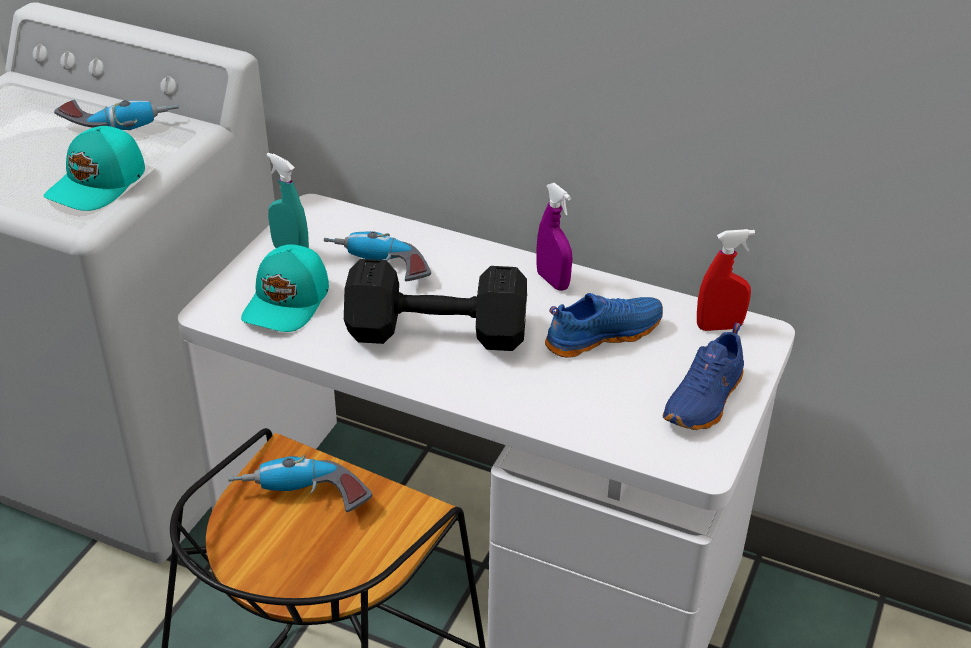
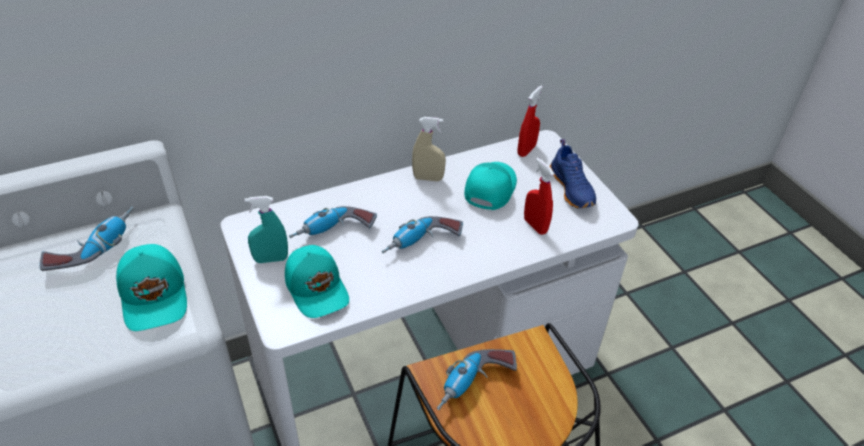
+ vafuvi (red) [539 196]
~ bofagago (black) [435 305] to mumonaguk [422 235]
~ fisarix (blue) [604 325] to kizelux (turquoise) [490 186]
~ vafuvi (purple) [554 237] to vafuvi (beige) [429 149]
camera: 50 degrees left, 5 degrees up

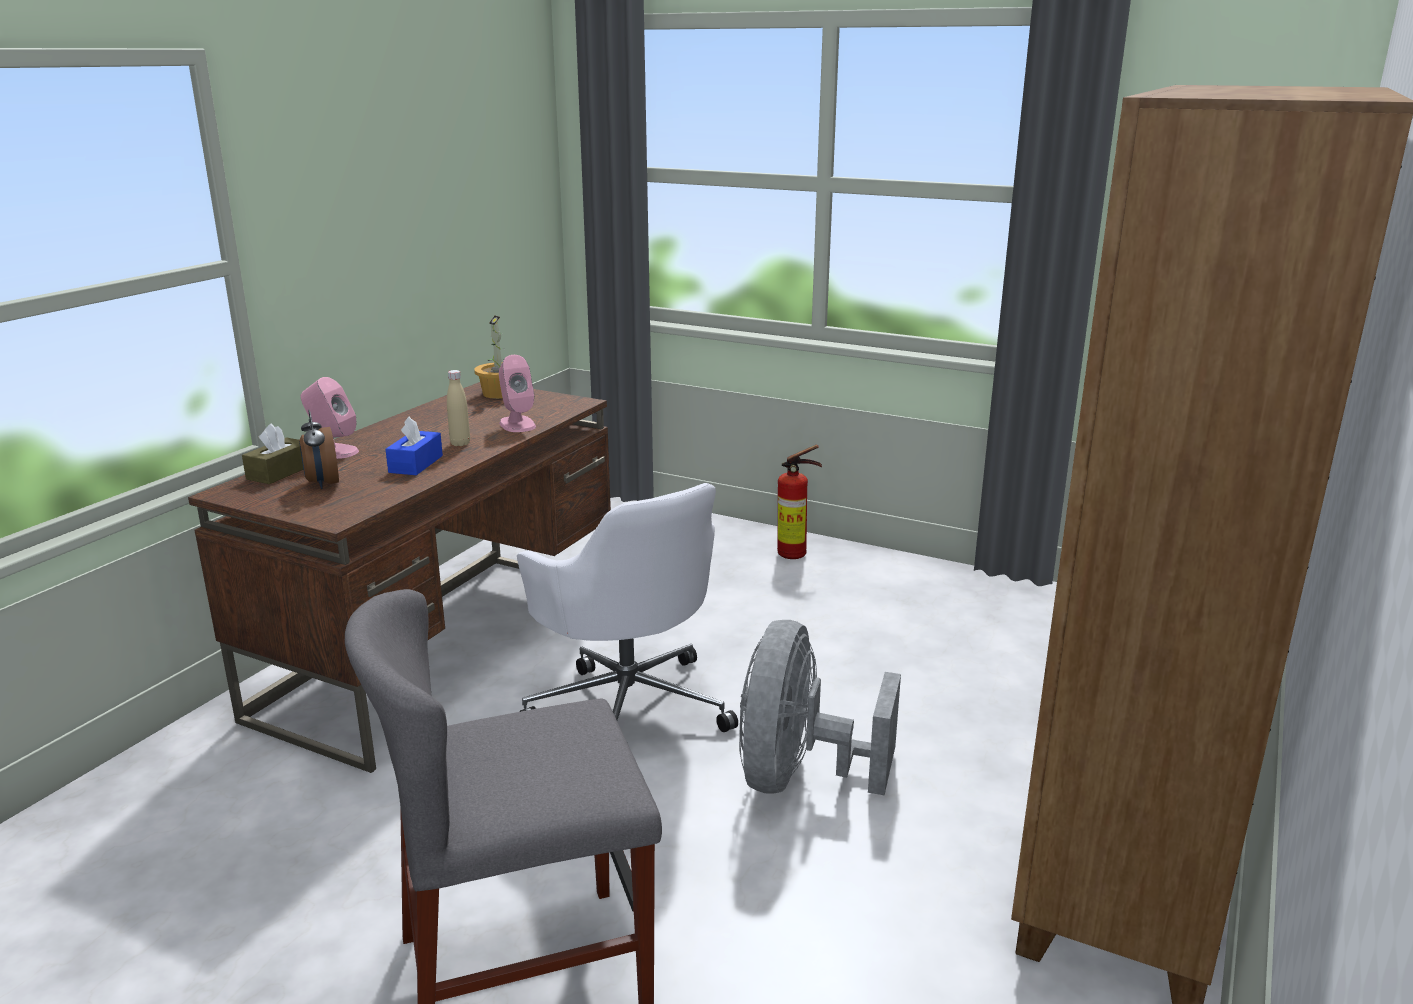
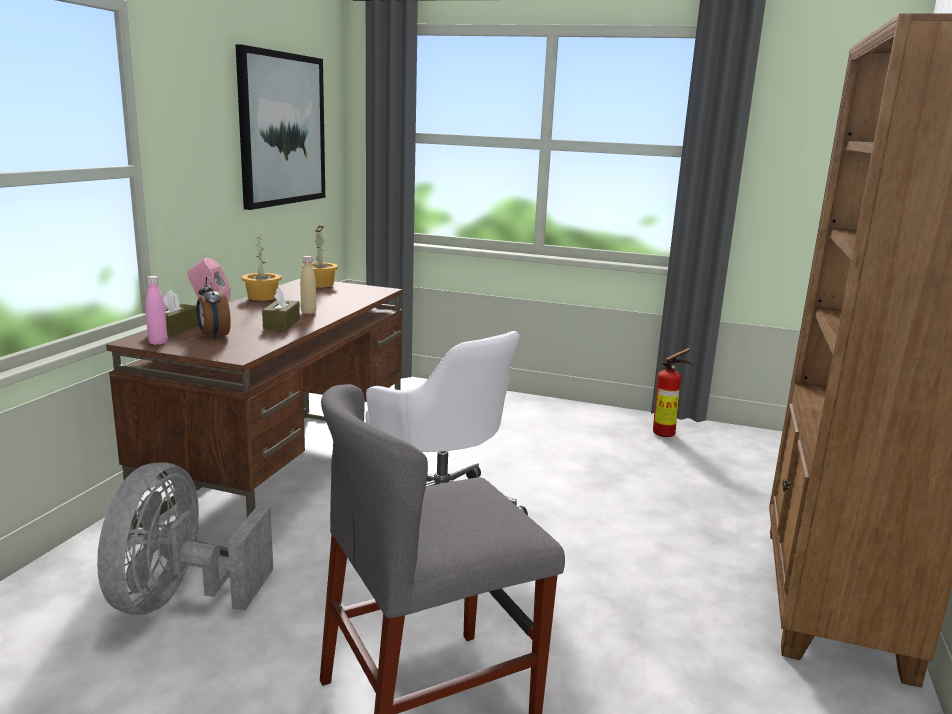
- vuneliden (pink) [517 393]
+ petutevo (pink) [156 310]
+ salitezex [280 127]
+ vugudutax [261 267]
~ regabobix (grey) [820 707] to [185 538]
~ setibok [799 501] to [673 392]
~ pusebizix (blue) [414 446] to pusebizix (brown) [281 309]
camera: 10 degrees left, 5 degrees down

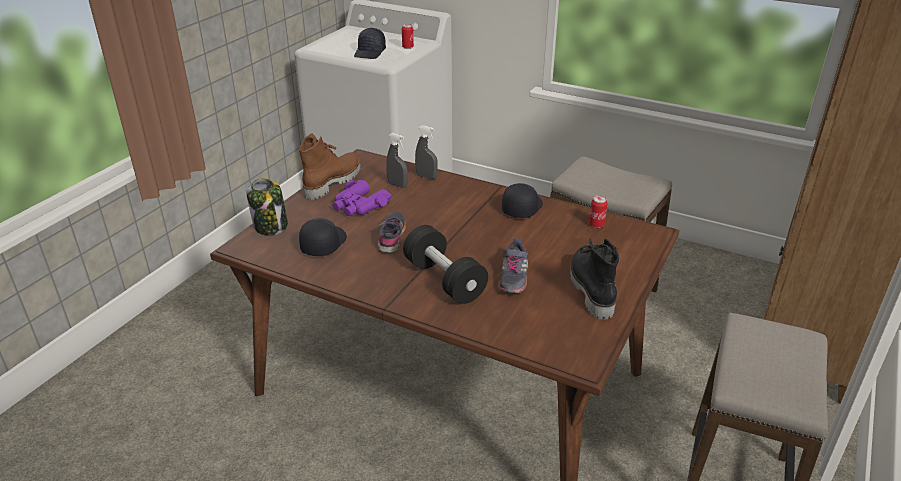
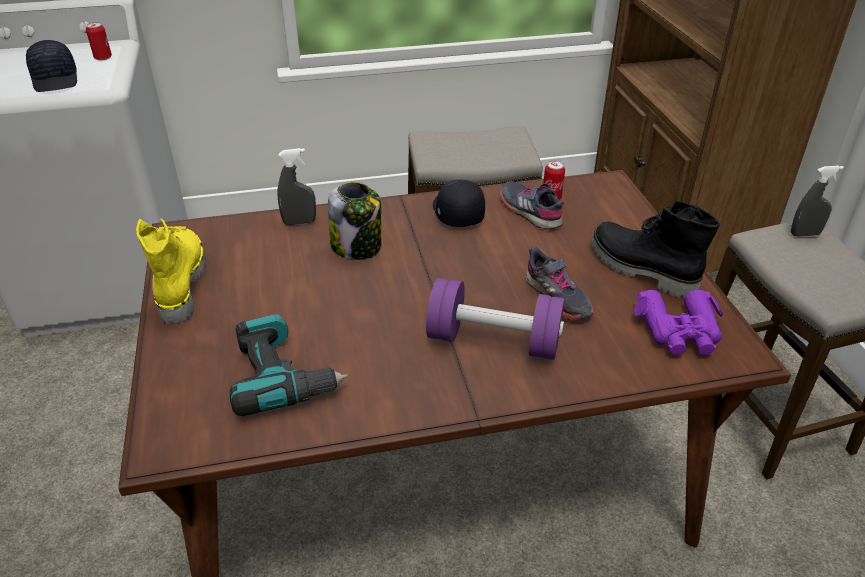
~ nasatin [267 207] to [355 221]
~ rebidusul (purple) [361 198] to [678 322]
~ fisarix (grey) [392 232] to [532 205]
~ vafuvi (grey) [397 160] to [817 201]
~ kizelux (black) [323 237] to mumonaguk [288 365]
~ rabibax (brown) [330 166] to rabibax (yellow) [171 271]
~ bofagago (black) [445 264] to bofagago (purple) [495 319]
camera: 40 degrees left, 5 degrees up

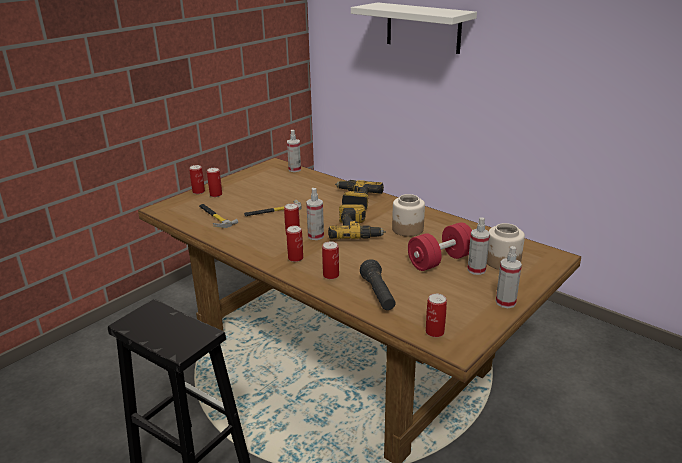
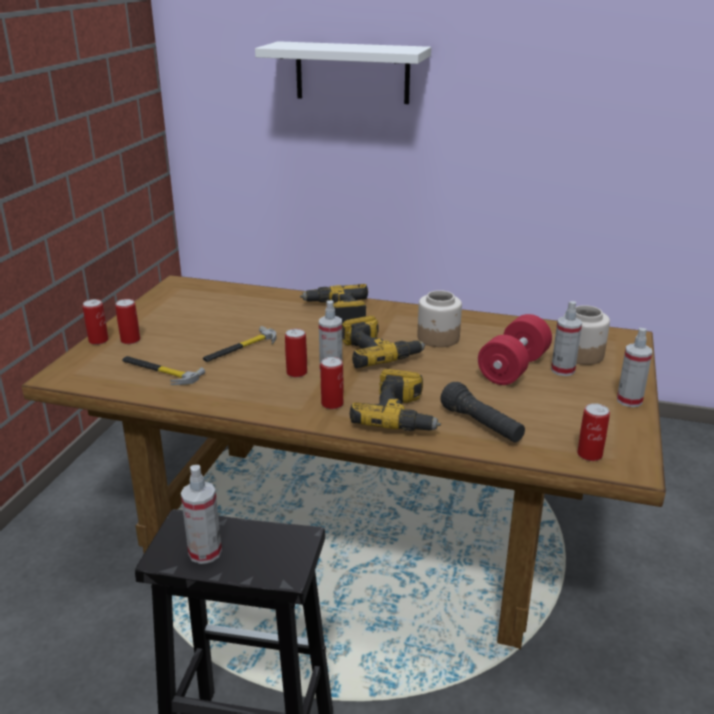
~ vafuvi [294 151] to [201 514]
~ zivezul [330 260] to mumonaguk [395 400]
camera: 25 degrees left, 0 degrees up

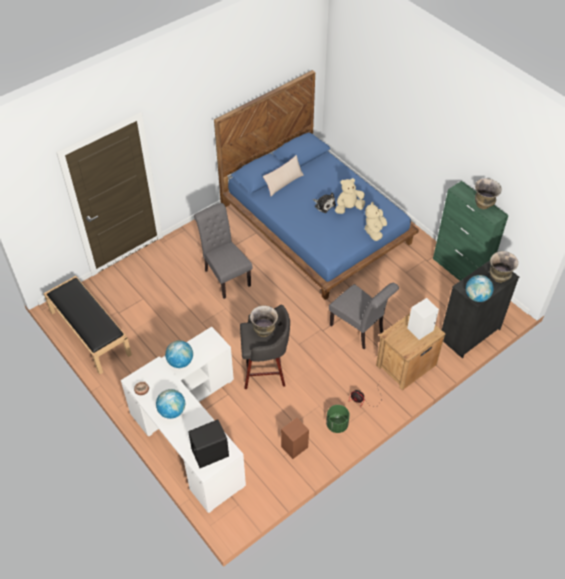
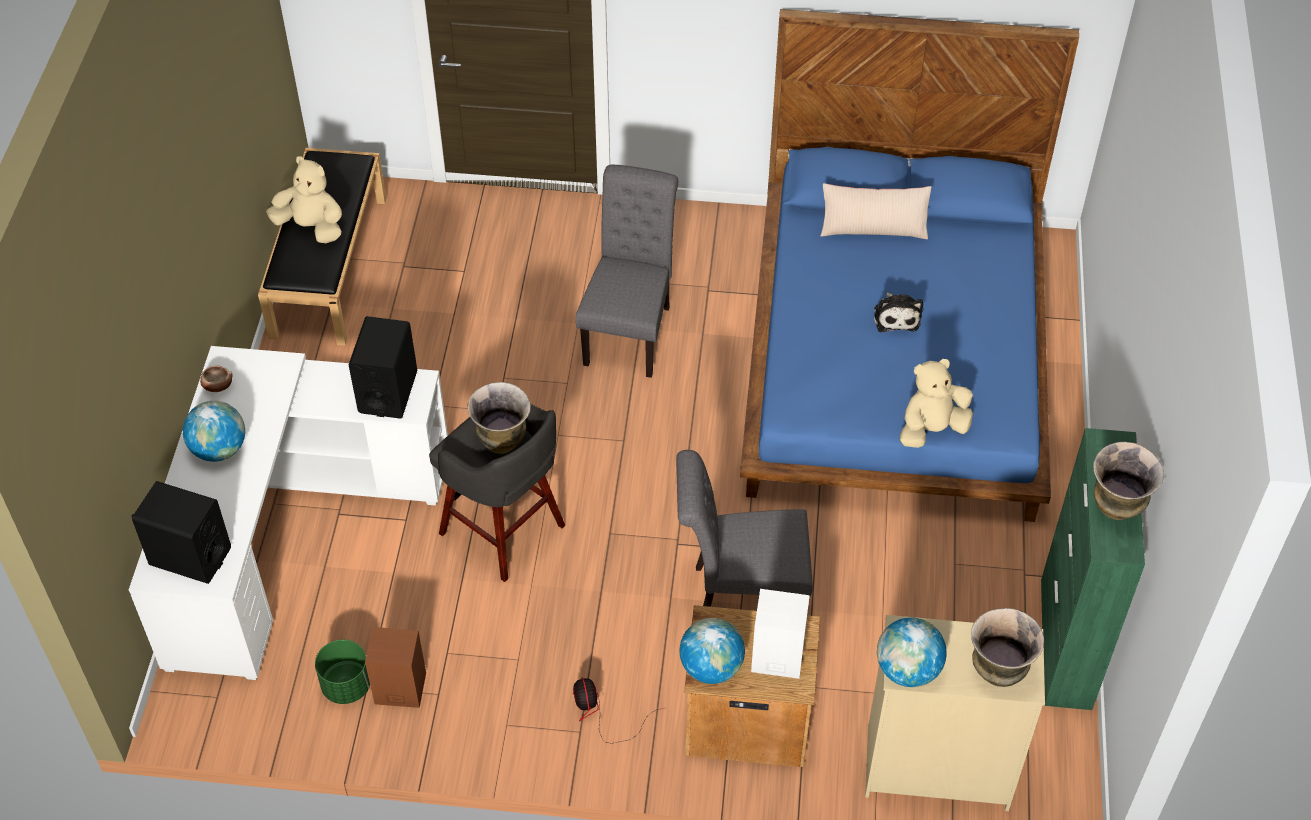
+ vuneliden (black) [383 367]
~ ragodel [179 354] to [712 651]
~ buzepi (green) [338 419] to [342 671]
~ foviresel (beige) [350 196] to [304 199]
~ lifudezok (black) [480 309] to lifudezok (beige) [955 713]
~ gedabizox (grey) [364 316] = [744 528] 90 degrees clockwise
camera: 45 degrees right, 0 degrees up

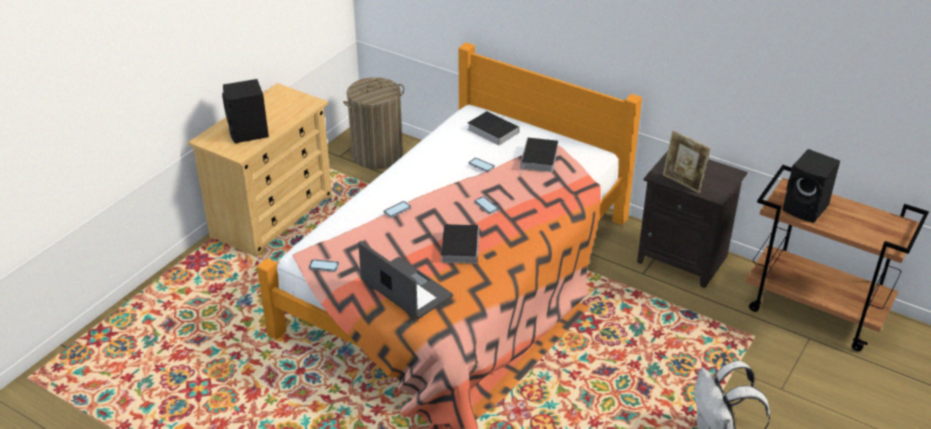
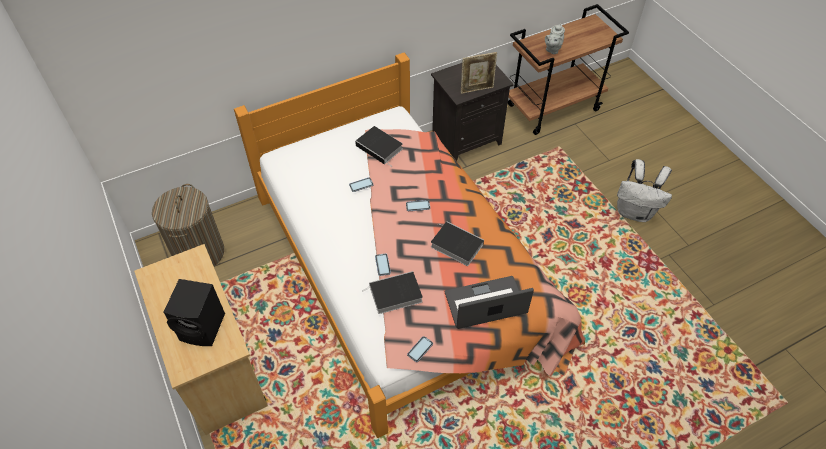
~ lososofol [493 128] to [392 292]
~ vuneliden (black) [811 186] to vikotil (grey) [555 38]
camera: 60 degrees left, 15 degrees up

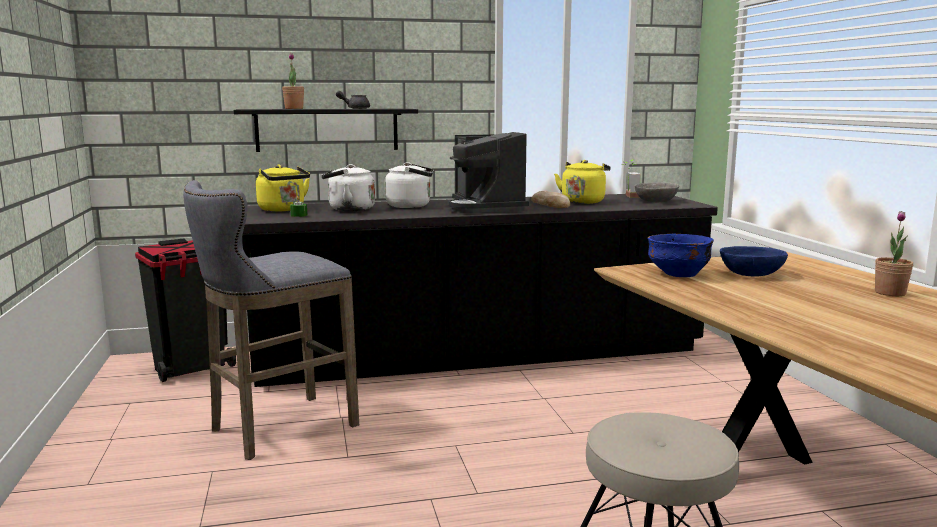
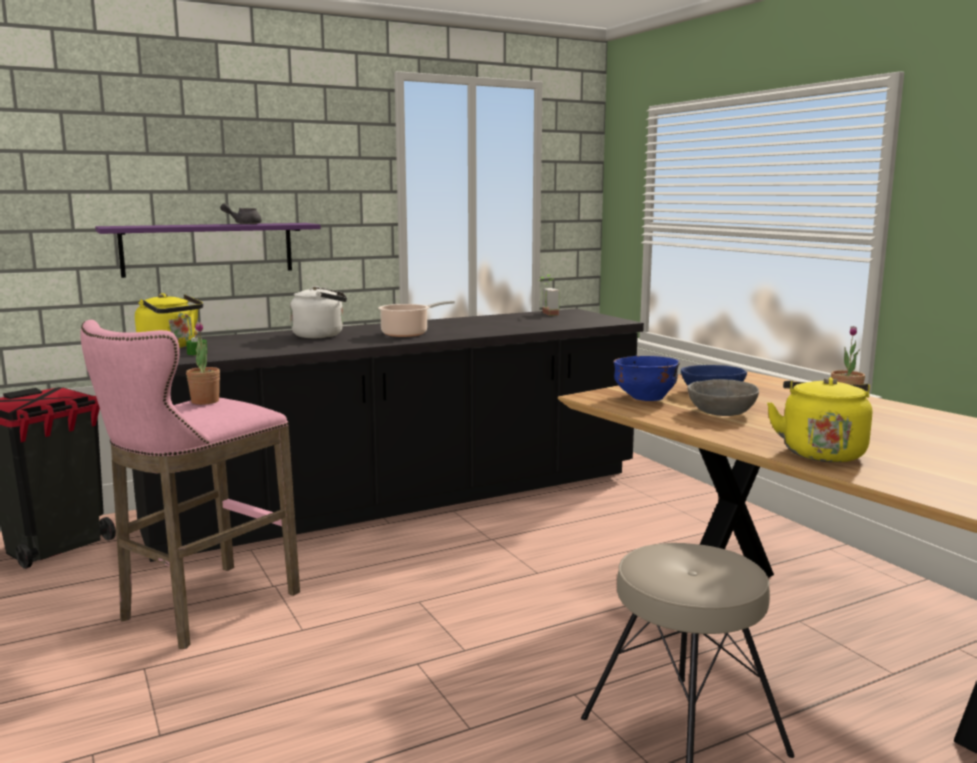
- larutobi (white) [348 187]
- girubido [550 199]
~ vugudutax [293 81] to [203 363]
~ larutobi (yellow) [582 182] to [819 419]
~ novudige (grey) [657 192] to [723 397]
~ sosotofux [488 172] to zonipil [416 319]
~ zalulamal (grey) [271 320] to zalulamal (pink) [190 484]
~ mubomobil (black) [326 130] to mubomobil (purple) [208 250]
camera: 15 degrees left, 0 degrees up

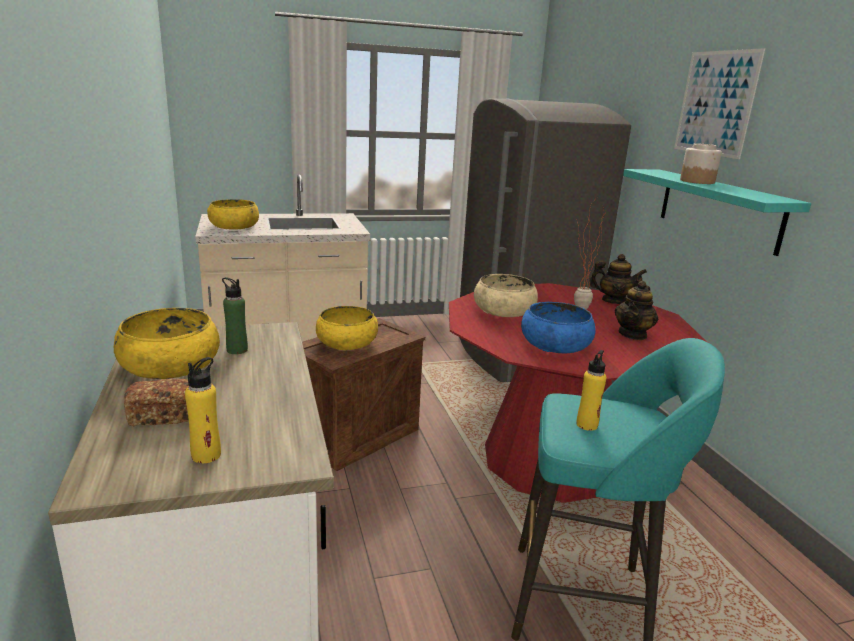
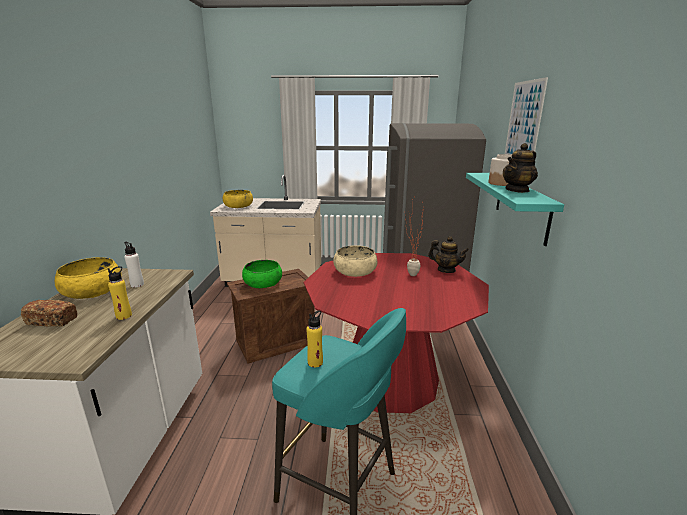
- novudige (blue) [558 328]
~ petutevo (yellow) [203 410] to [120 293]
~ vikotil [636 310] to [520 168]
~ petutevo (green) [235 315] to petutevo (white) [134 264]
~ novudige (yellow) [347 328] to novudige (green) [262 274]
camera: 20 degrees right, 0 degrees up

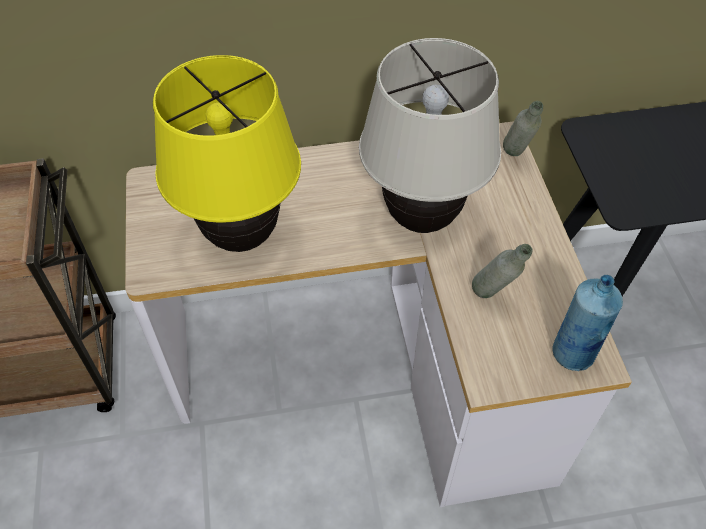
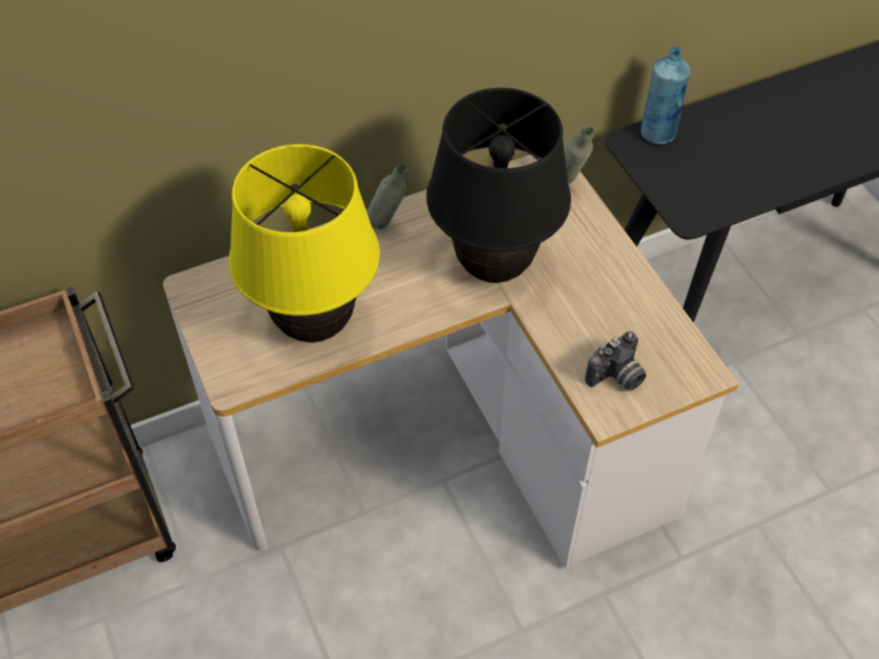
+ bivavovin [615 360]
~ petutevo (grey) [502 271] to [387 196]
~ petutevo (blue) [588 323] to [665 95]
~ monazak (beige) [430 135] to monazak (black) [498 185]
camera: 15 degrees left, 0 degrees up

